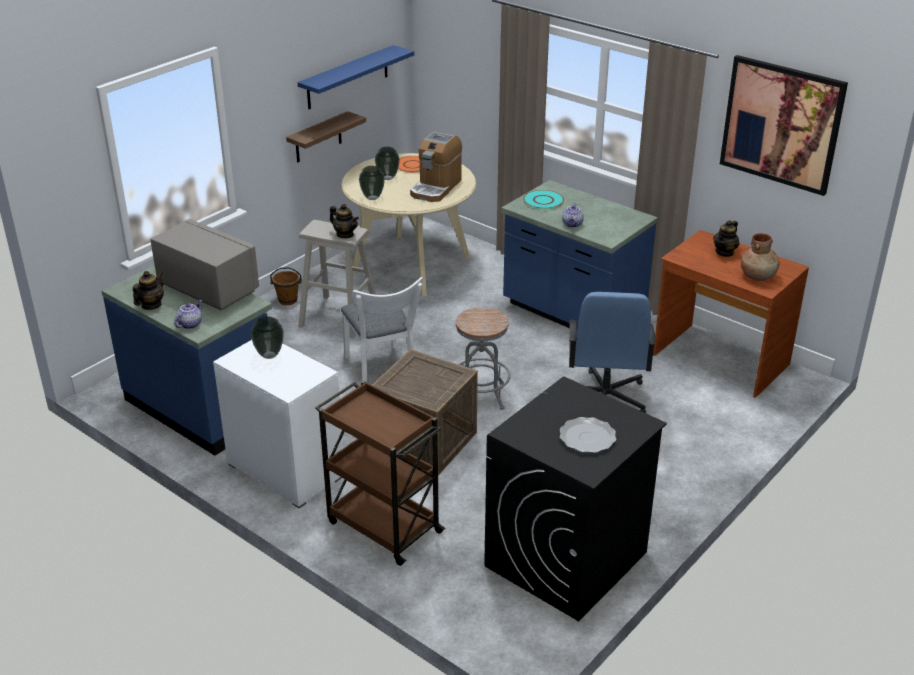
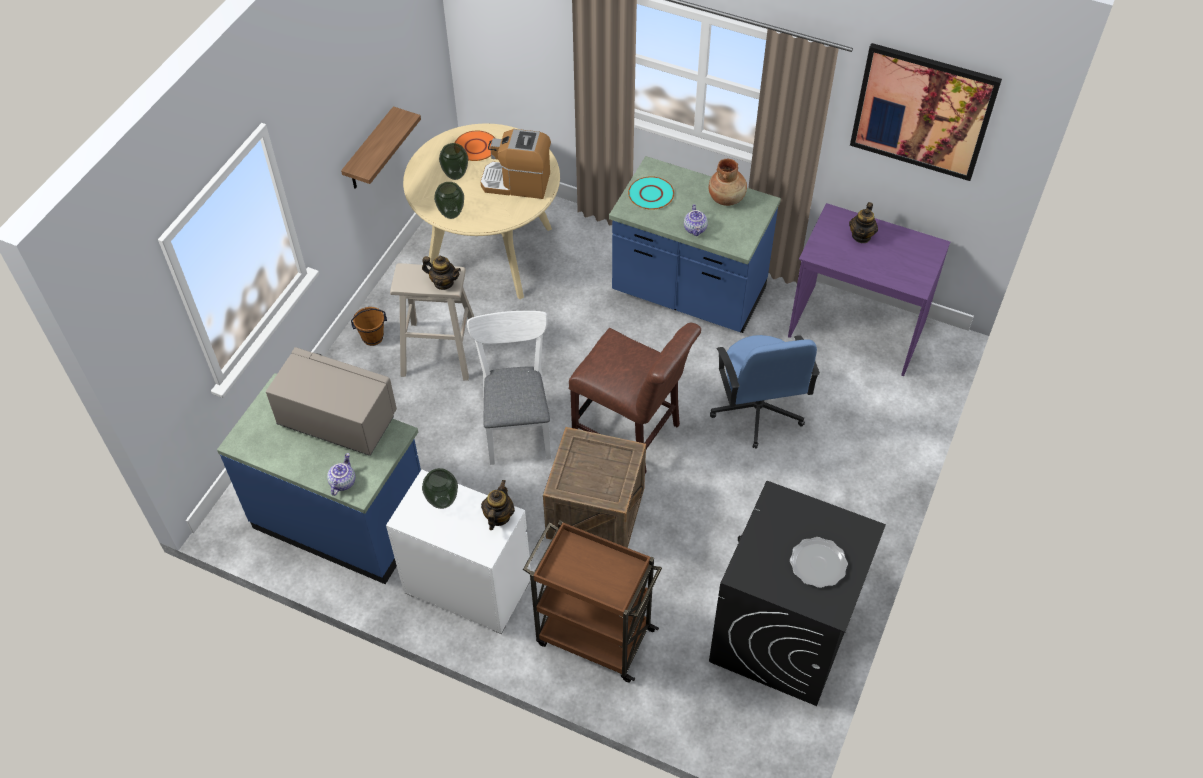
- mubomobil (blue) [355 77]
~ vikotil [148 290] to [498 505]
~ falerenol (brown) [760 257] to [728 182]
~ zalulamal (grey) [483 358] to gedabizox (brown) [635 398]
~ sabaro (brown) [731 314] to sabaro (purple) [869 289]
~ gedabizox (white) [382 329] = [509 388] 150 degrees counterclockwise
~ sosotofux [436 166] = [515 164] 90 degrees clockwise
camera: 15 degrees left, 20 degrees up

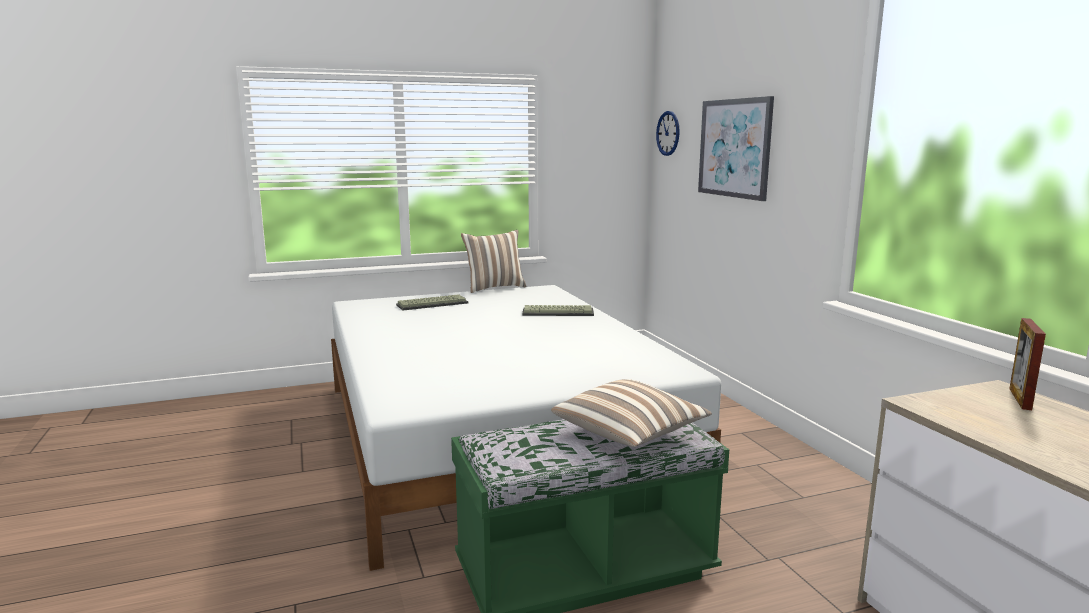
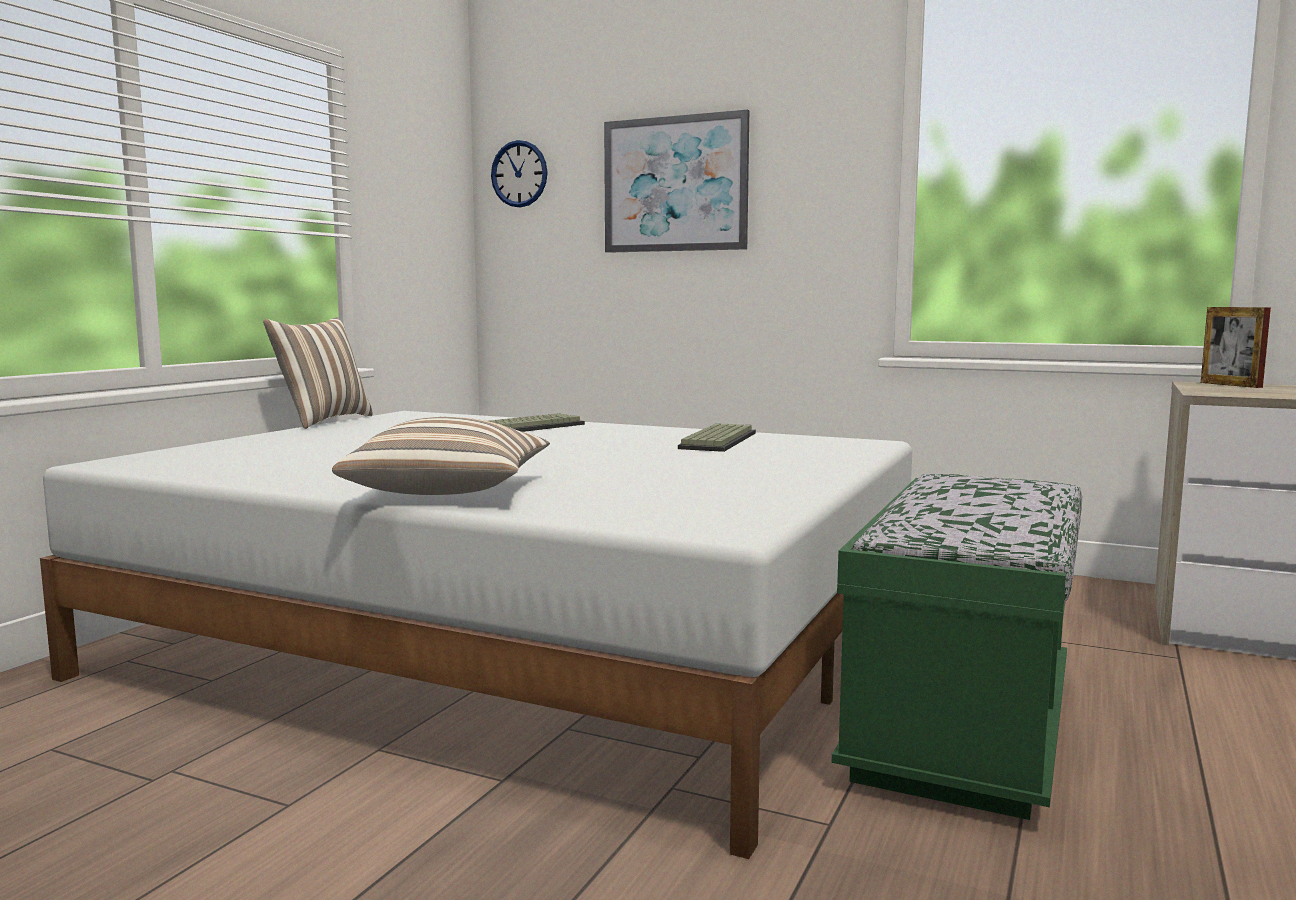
~ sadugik [432 302] to [717 437]
~ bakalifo [631 413] to [441 456]
camera: 45 degrees left, 5 degrees down

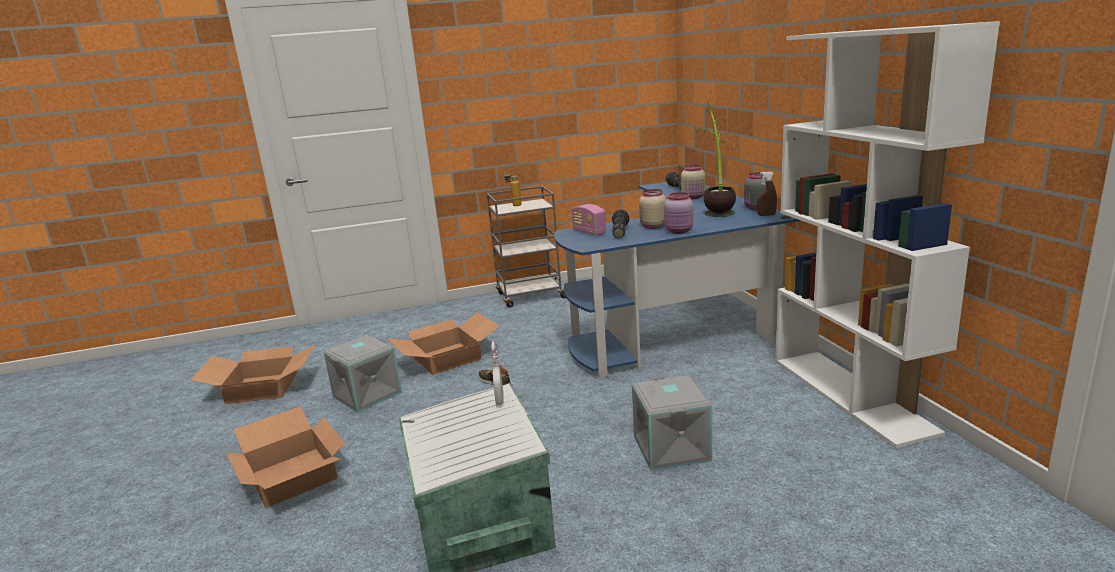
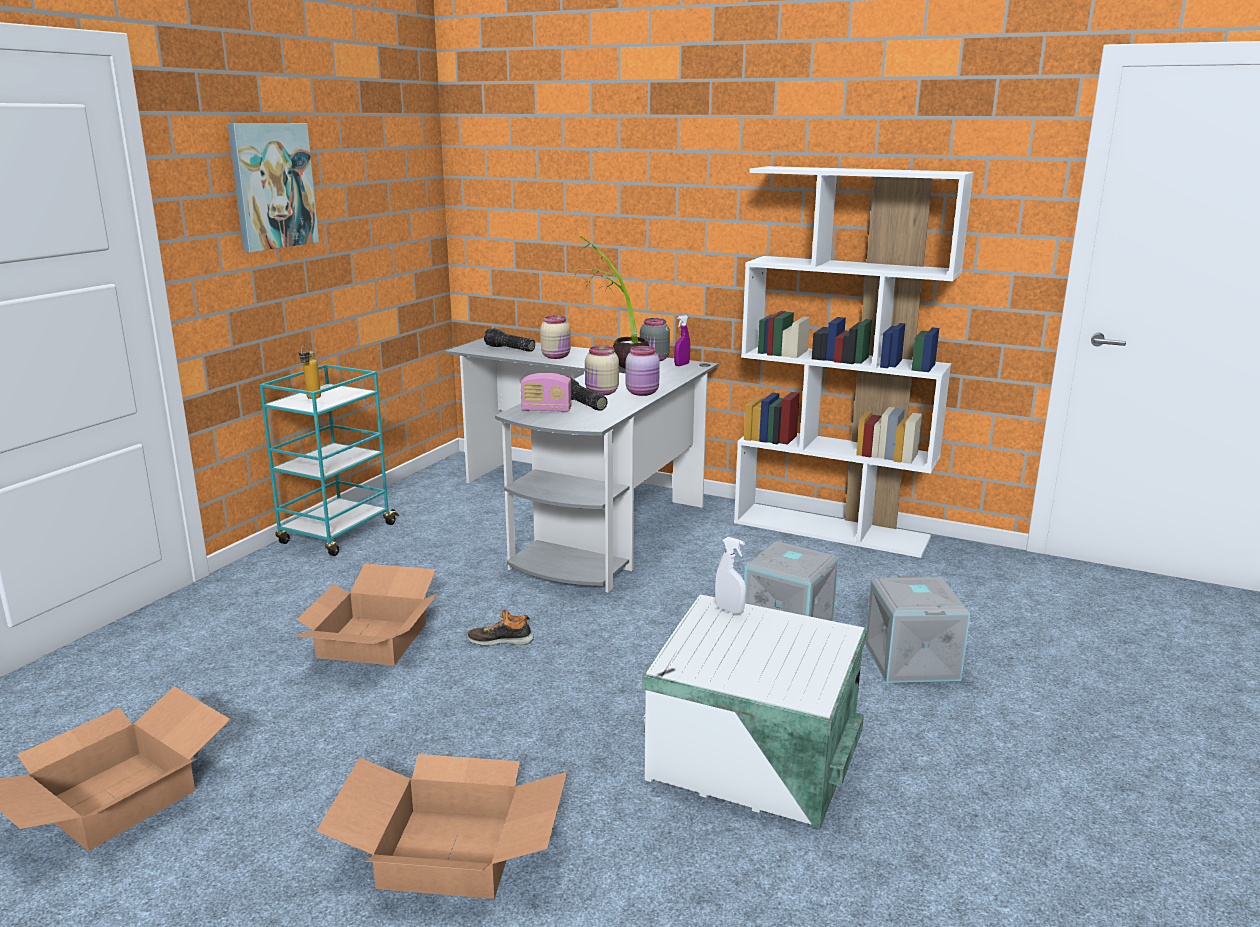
+ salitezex [273 188]
~ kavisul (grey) [363 374] to [917 629]
~ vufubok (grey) [526 247] to vufubok (turquoise) [329 460]
~ sabaro (blue) [677 280] to sabaro (grey) [581 465]
~ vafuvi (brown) [767 193] to vafuvi (purple) [682 340]
camera: 50 degrees left, 0 degrees up

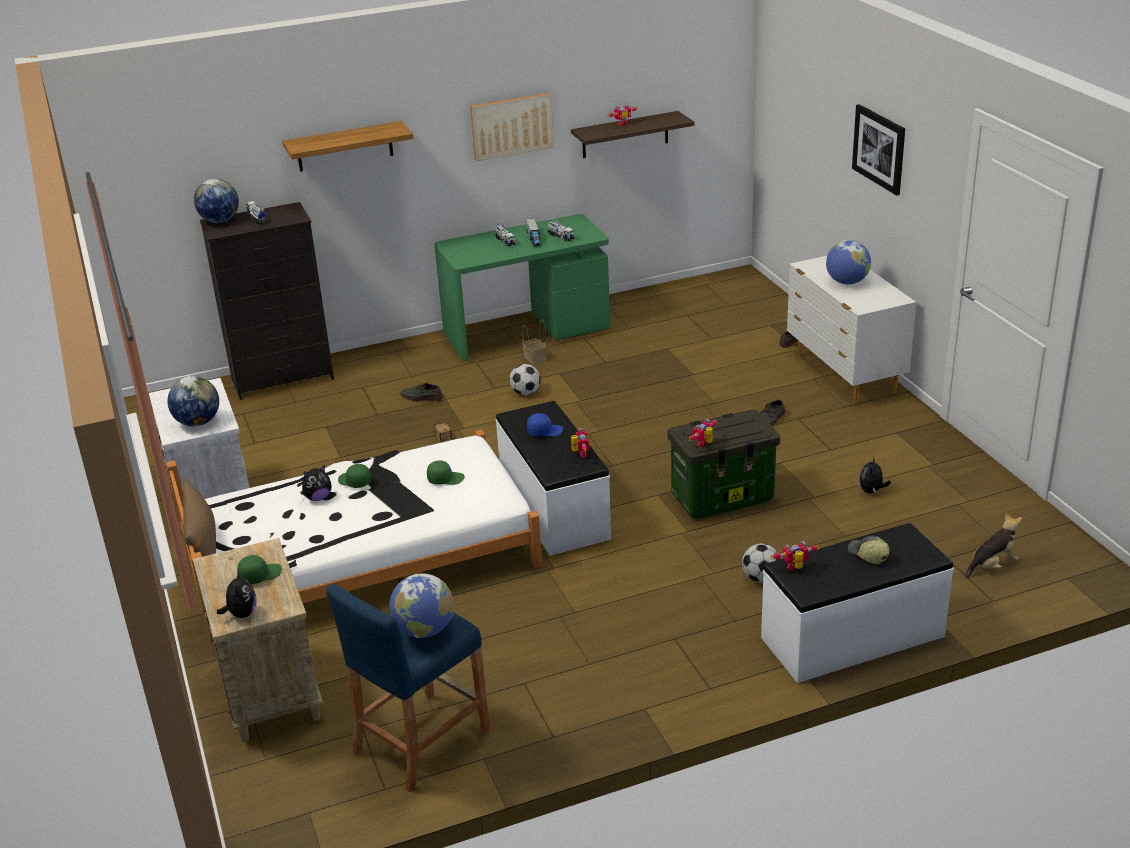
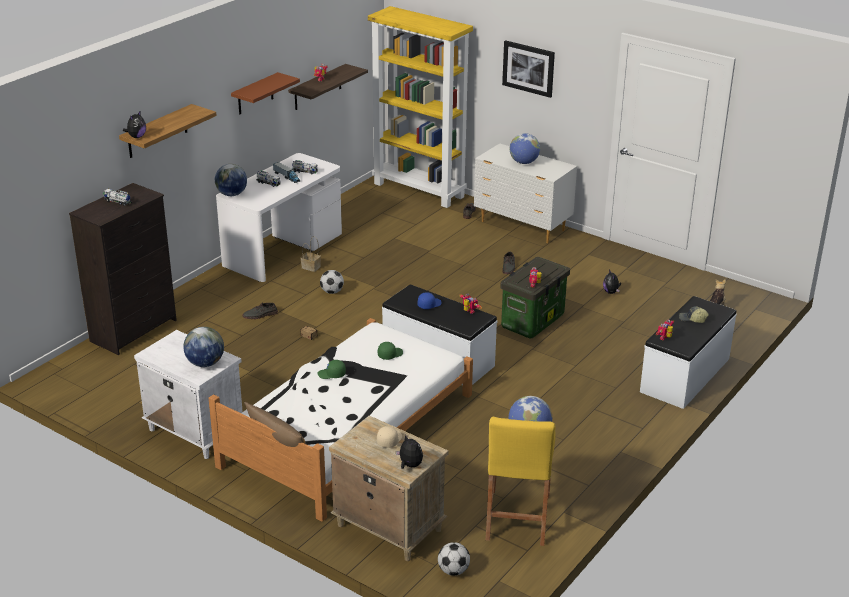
+ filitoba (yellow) [420 107]
~ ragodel [216 201] to [231 180]
~ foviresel [317 483] to [134 124]
~ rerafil [761 563] to [454 558]
~ salitezex [512 127] to mubomobil (brown) [265 93]
~ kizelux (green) [259 569] to kizelux (beige) [389 437]
~ zalulamal (blue) [408 687] to zalulamal (yellow) [521 481]
~ sabaro (green) [522 287] to sabaro (white) [279 217]
camera: 35 degrees left, 0 degrees up

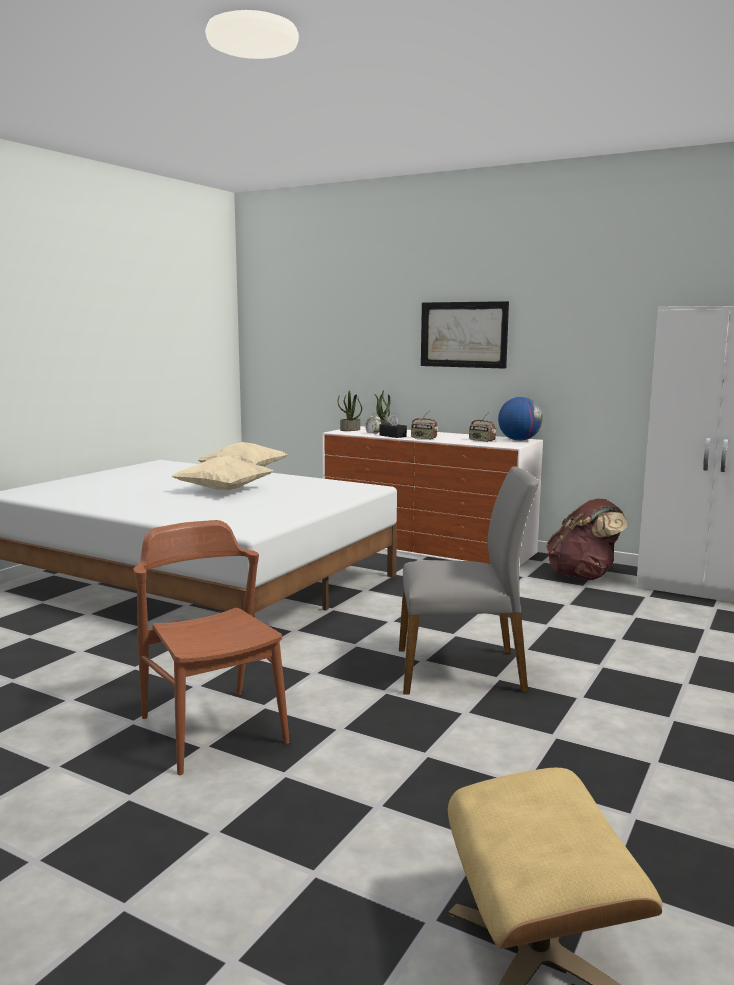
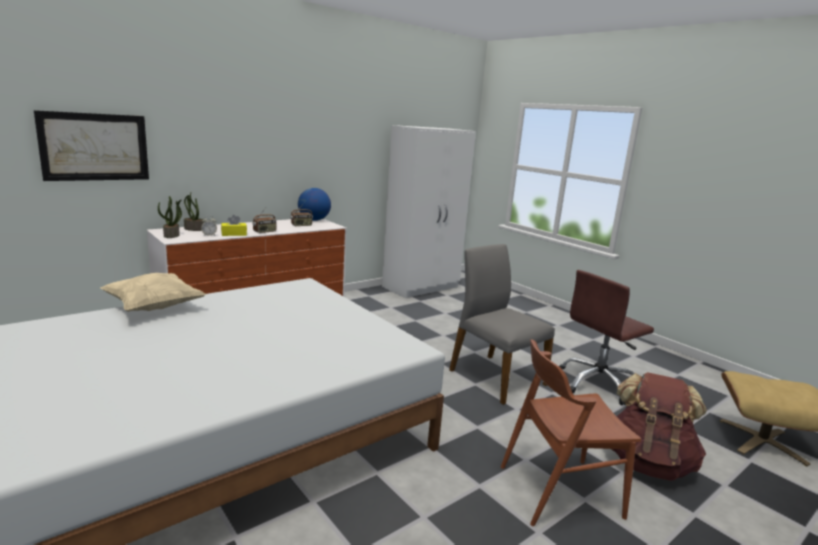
- bakalifo (beige) [222 473]
+ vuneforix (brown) [606 337]
~ salitezex [465 335] to [91 145]
~ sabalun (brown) [586 539] to [659 426]
~ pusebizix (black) [393 426] to pusebizix (yellow) [234 225]
~ gedabizox (grey) [469 580] = [502 324] 60 degrees counterclockwise
camera: 70 degrees left, 5 degrees up

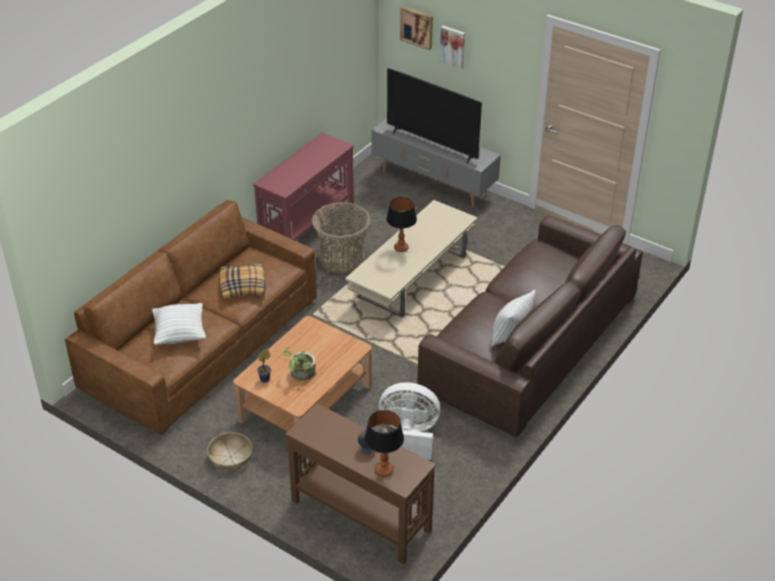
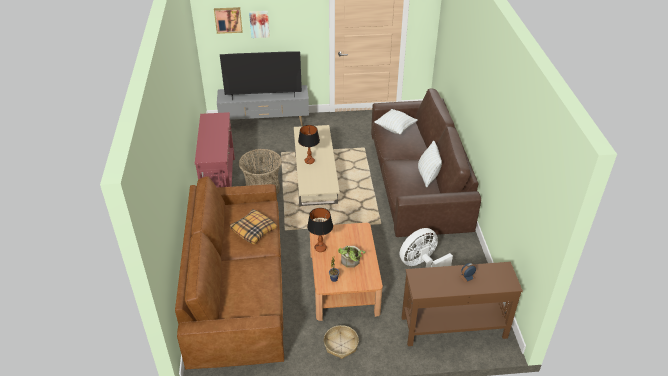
~ bakalifo (white) [179 324] to [395 121]
~ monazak [384 443] to [320 230]
camera: 40 degrees left, 0 degrees up

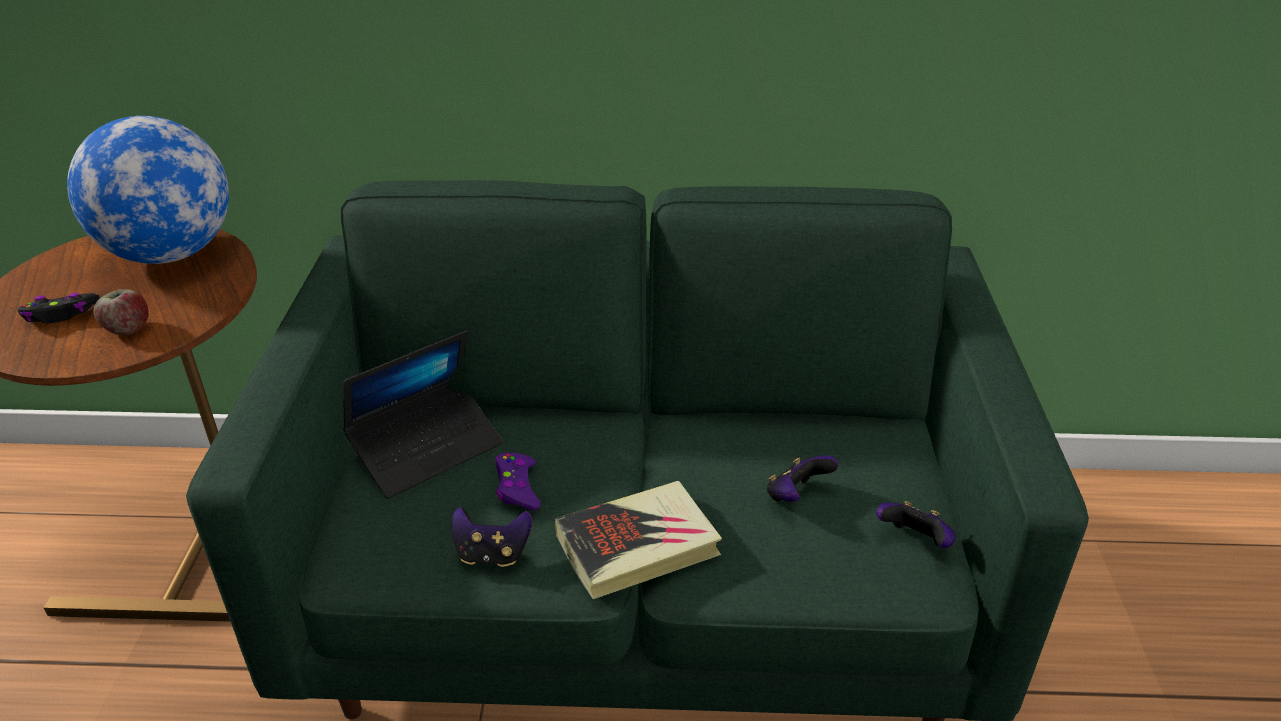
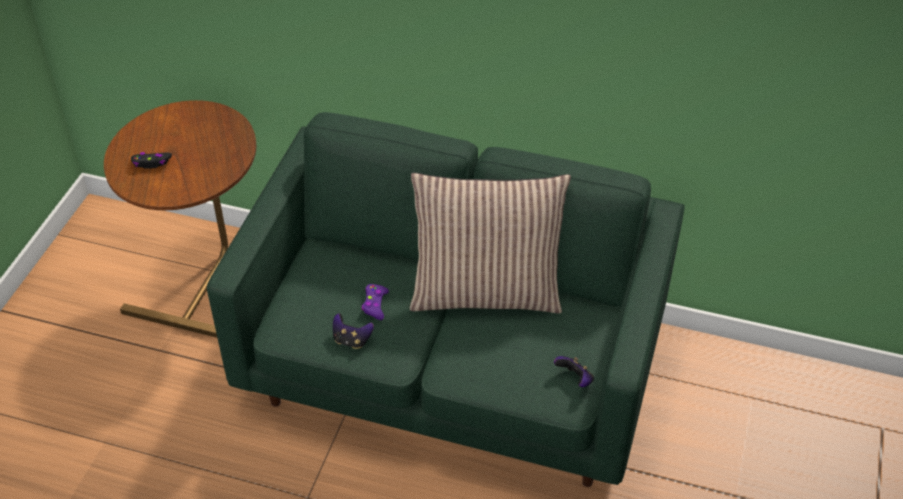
- ragodel [148 190]
- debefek [121 312]
- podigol [423 415]
- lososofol [638 540]
- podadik [802 478]
+ bakalifo [490 243]
camera: 15 degrees right, 10 degrees up

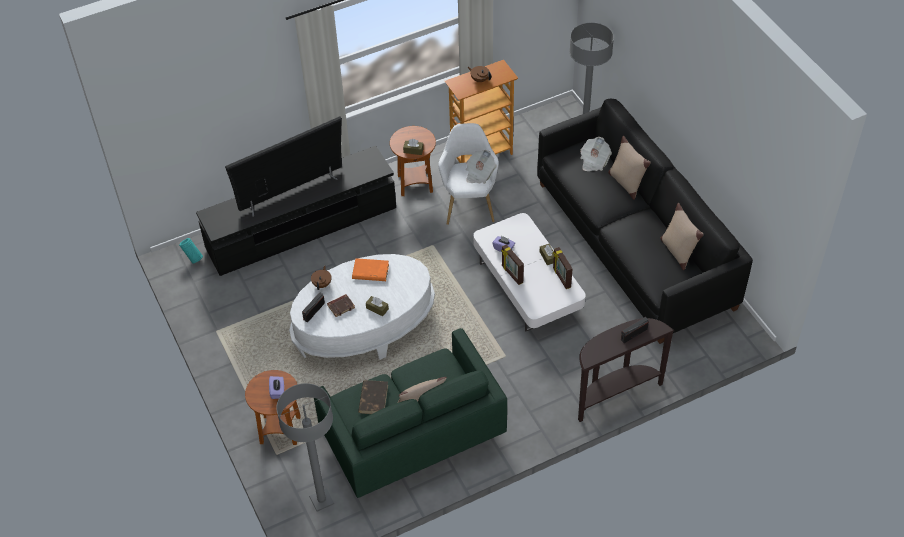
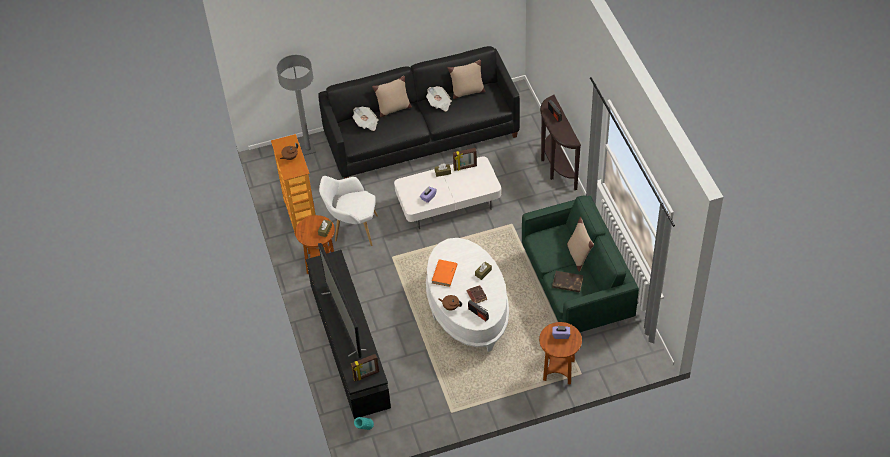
- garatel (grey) [305 447]
~ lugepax [481 167] to [439 99]
~ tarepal [512 264] to [365 367]
camera: 80 degrees left, 0 degrees up

